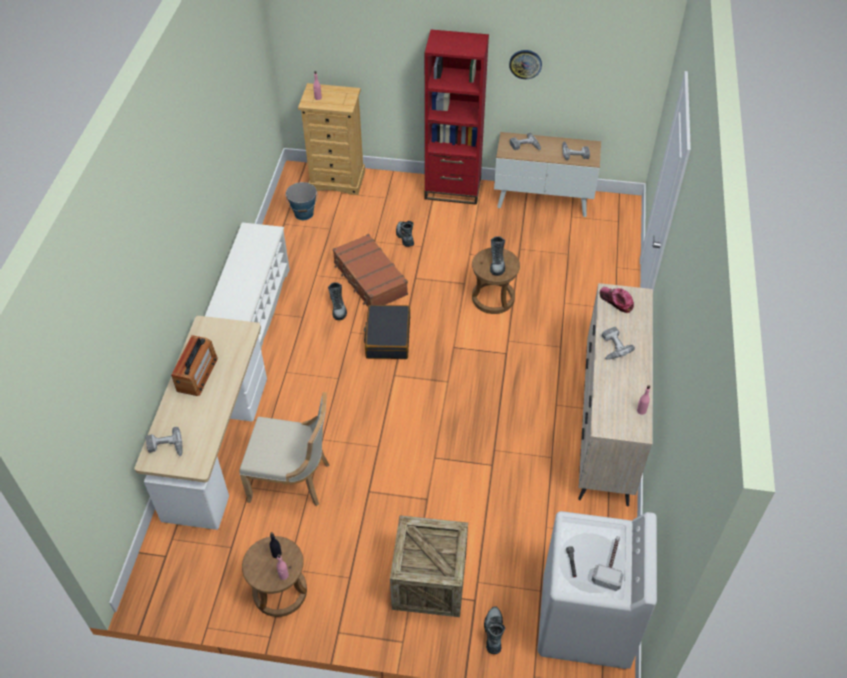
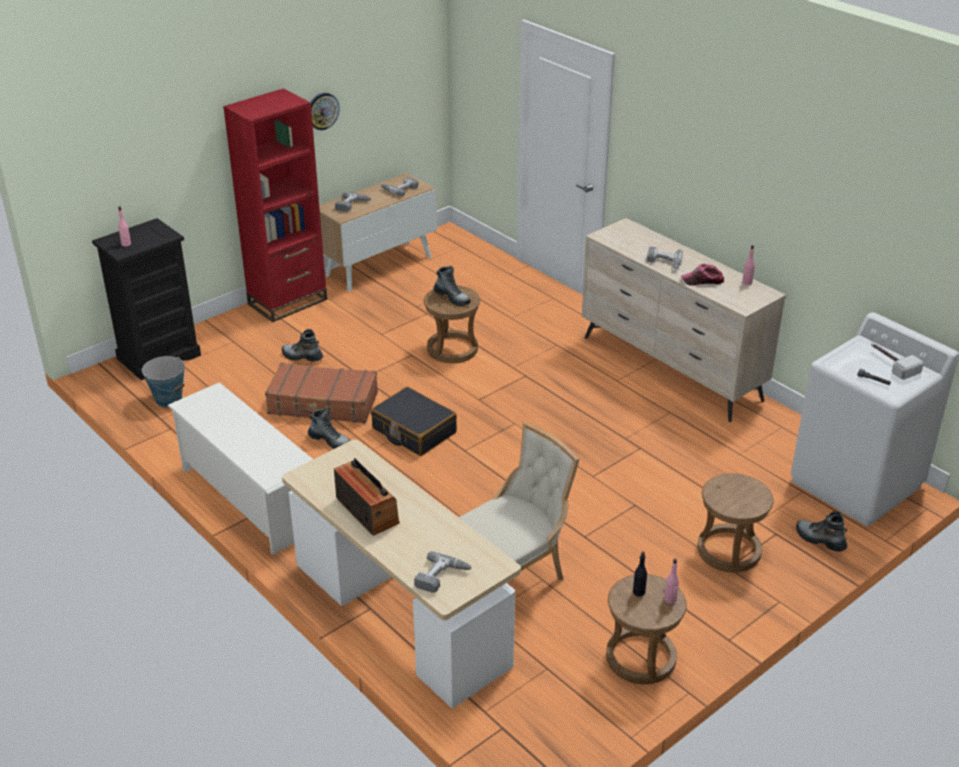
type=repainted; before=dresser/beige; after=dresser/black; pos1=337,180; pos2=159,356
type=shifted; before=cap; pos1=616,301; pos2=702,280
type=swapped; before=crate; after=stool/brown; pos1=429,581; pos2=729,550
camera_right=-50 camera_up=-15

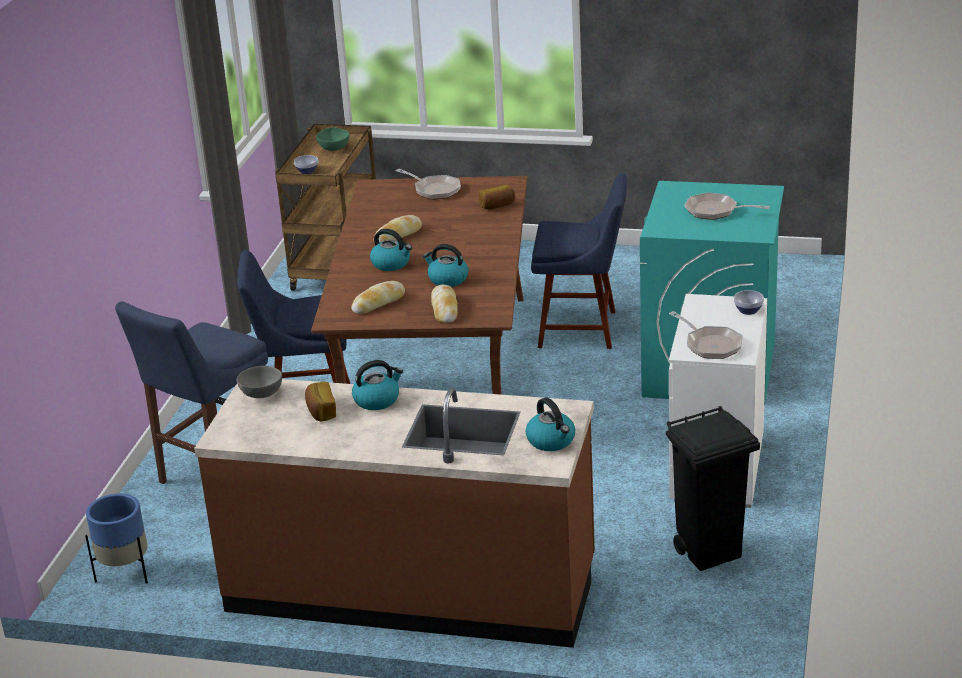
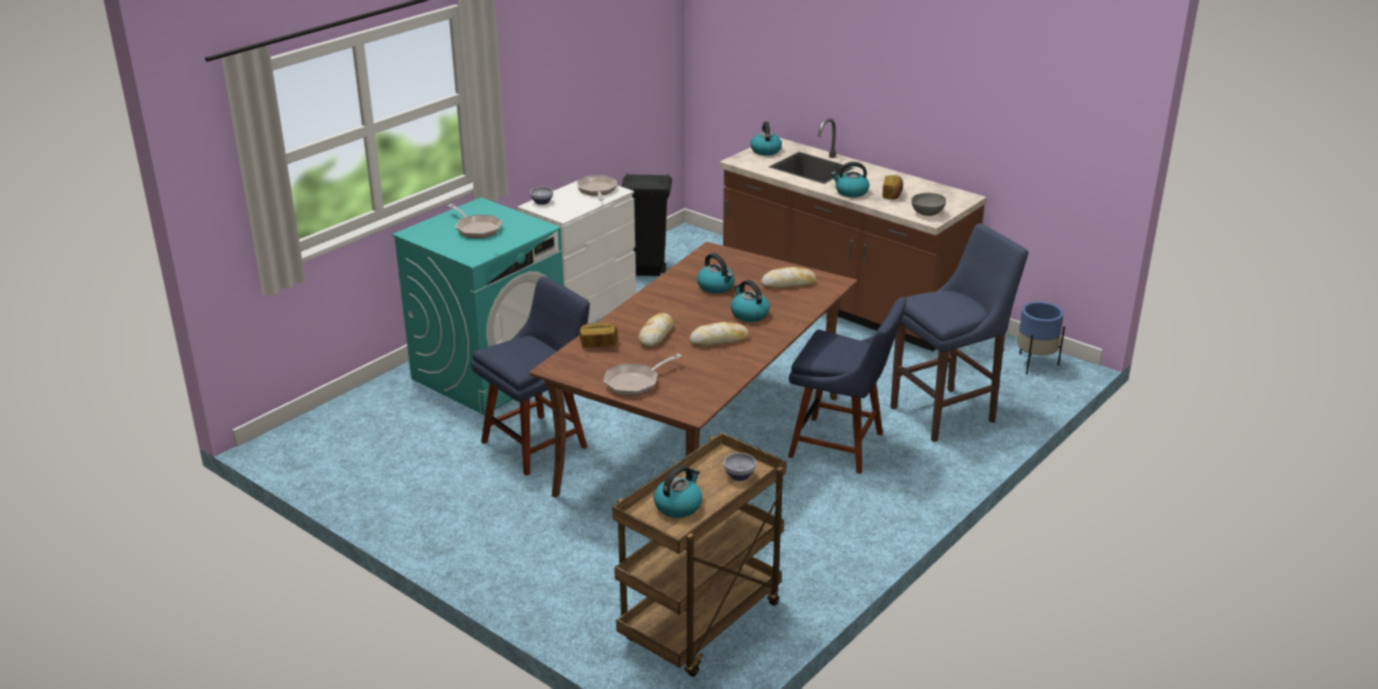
type=swapped; before=bowl/green; after=kettle; pos1=334,148; pos2=678,506
type=rotated; before=frying pan; pos1=434,190; pos2=635,382; turn=-105
type=rotated; before=chair/blue; pos1=582,329; pos2=538,442; turn=105
type=shifted; before=bread; pos1=444,309; pos2=656,335
camera_right=-155 camera_up=0

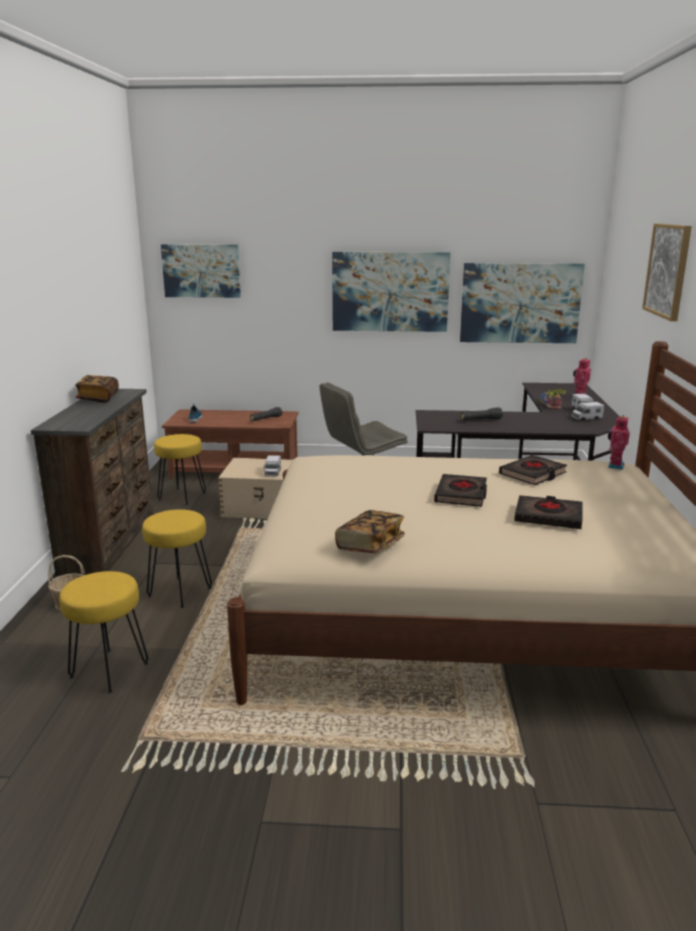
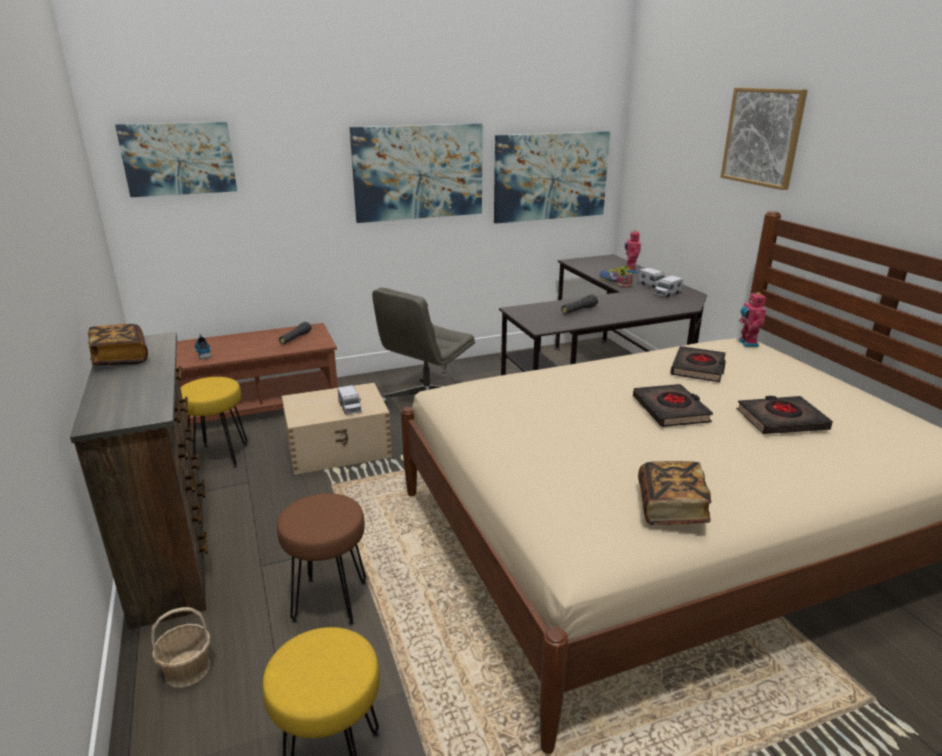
type=repainted; before=stool/yellow; after=stool/brown; pos1=180,591; pos2=329,600
camera_right=-25 camera_up=5

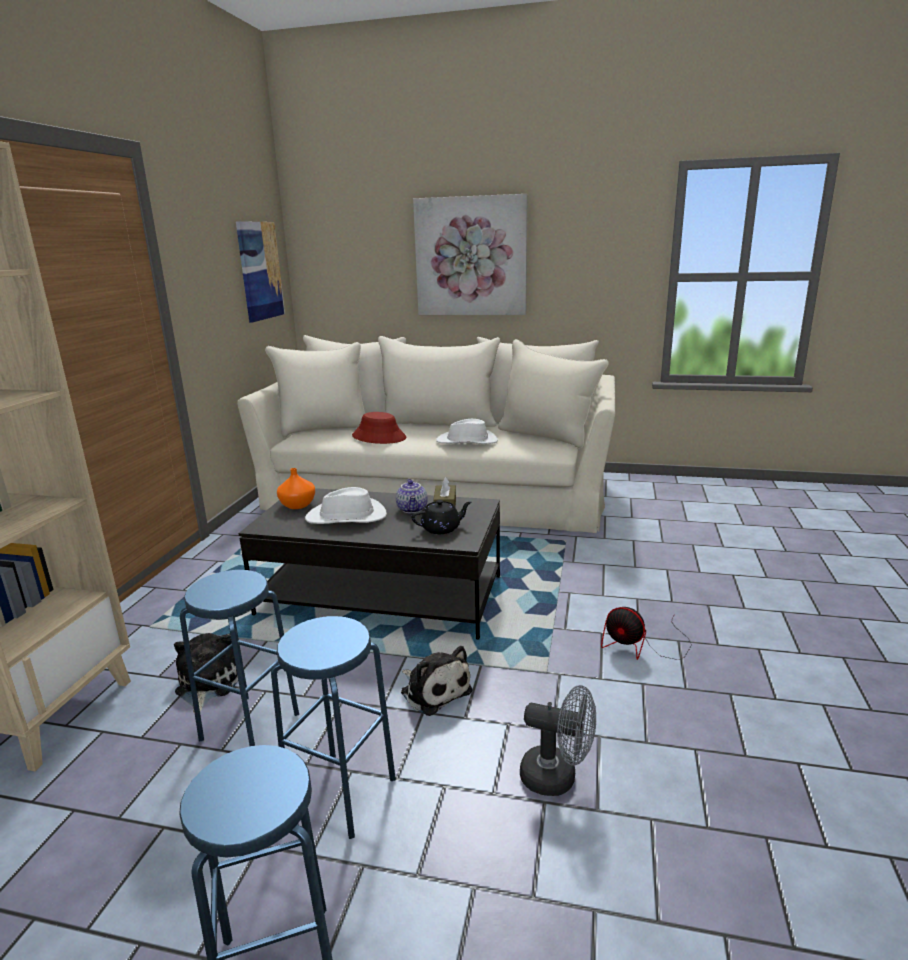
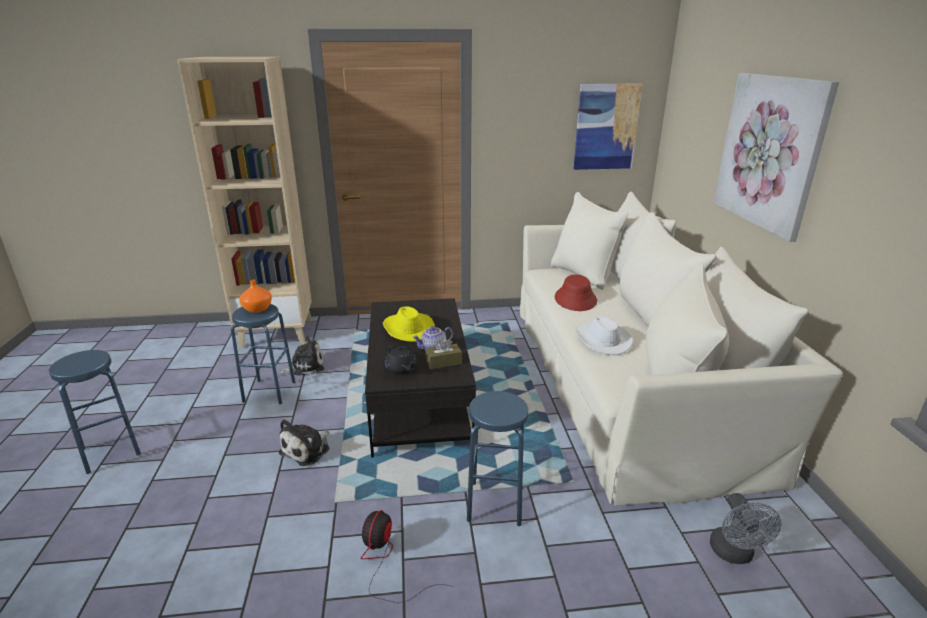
type=shifted; before=vase/orange; pos1=297,505; pos2=257,309
type=repainted; before=hat/white; after=hat/yellow; pos1=347,517; pos2=407,328
type=shifted; before=stool/blue; pos1=341,793; pos2=495,503
type=shifted; before=fan/grey; pos1=557,777; pos2=734,554
camera_right=70 camera_up=5

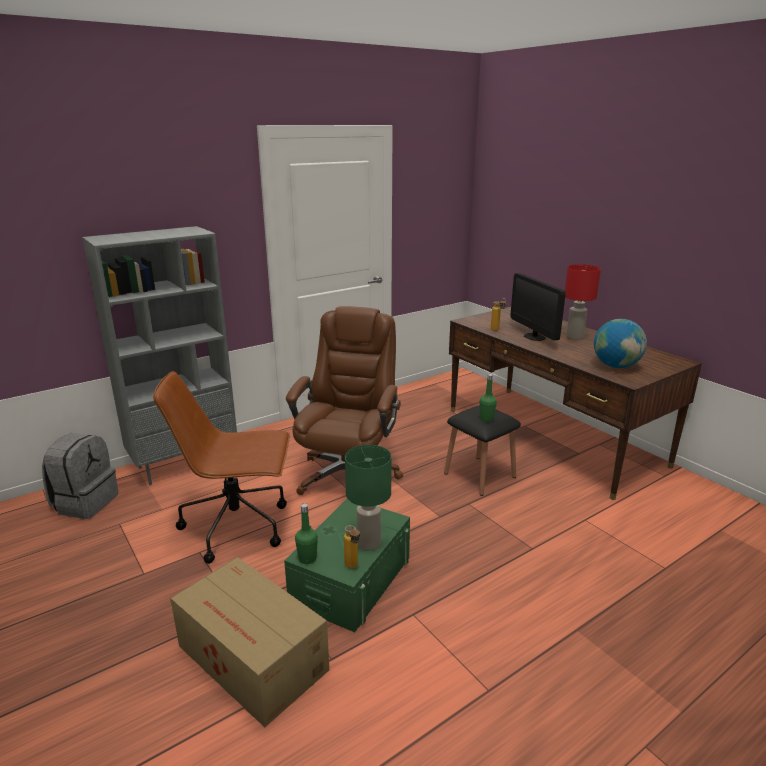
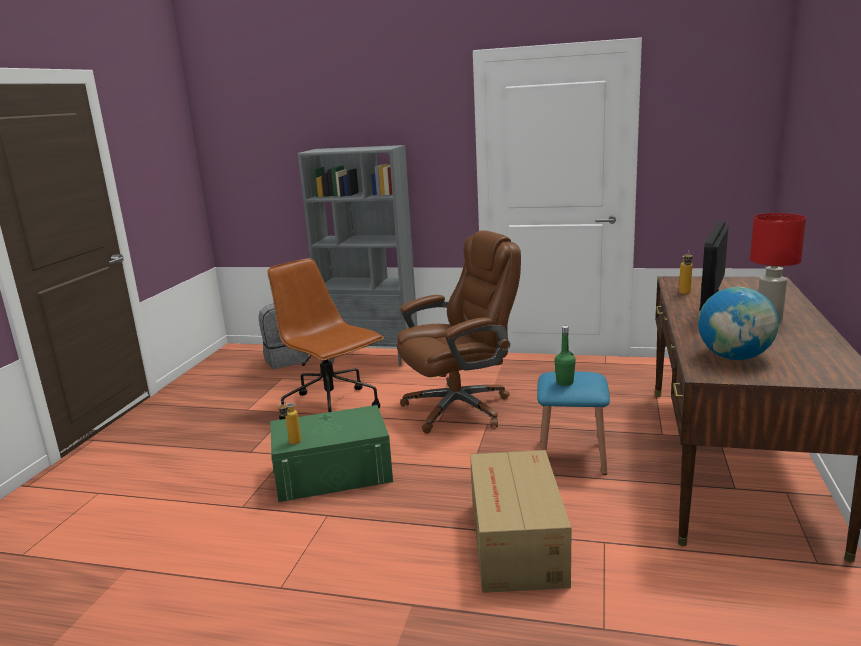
type=repainted; before=stool/black; after=stool/blue; pos1=479,475; pos2=572,456
type=gone; before=table lamp/green; pos1=369,543
type=gone; before=bottle/green; pos1=307,558
type=shifted; before=cardboard box; pos1=253,659; pos2=516,544
camera_right=50 camera_up=-5

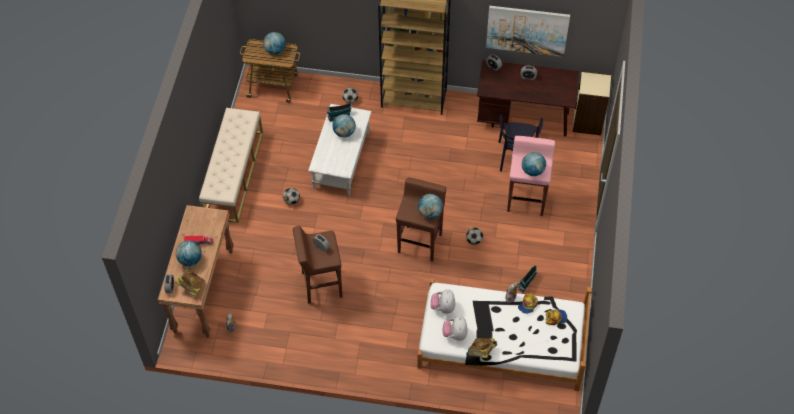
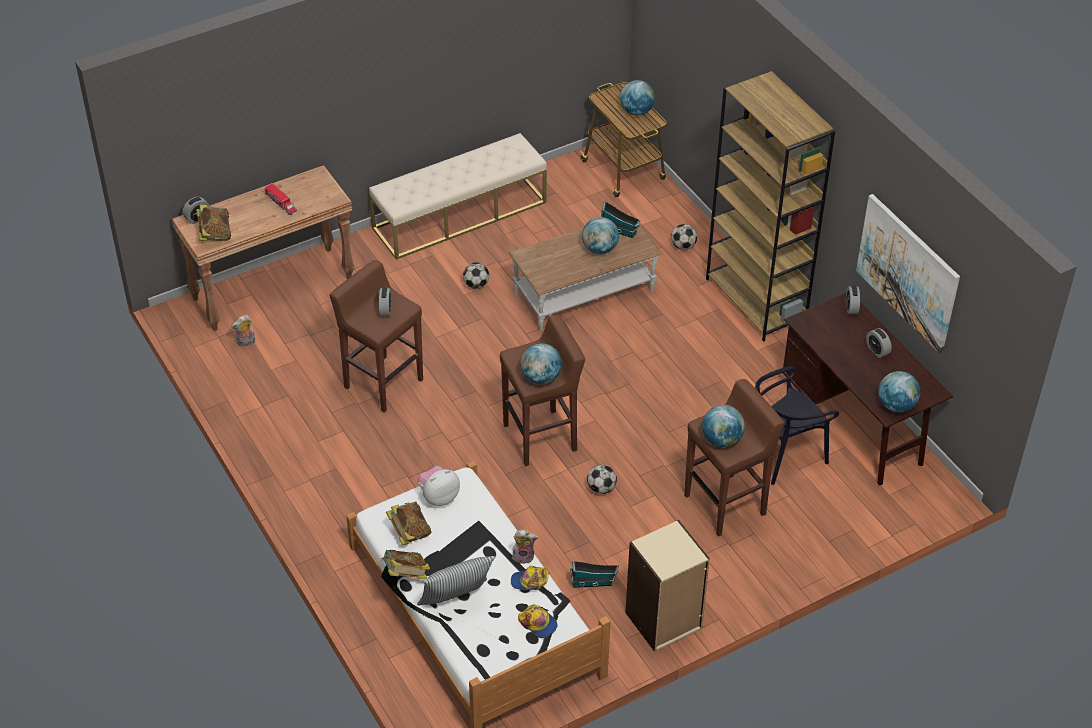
type=shifted; before=bookcase/beige; pos1=588,122; pos2=663,621
type=repainted; before=coffee table/white; after=coffee table/brown; pos1=341,160; pos2=584,292
type=repainted; before=stool/pink; after=stool/brown; pos1=526,199; pos2=726,504
type=shifted; before=globe; pos1=190,260; pos2=896,405
type=swapped; before=plush toy; after=book; pos1=455,334; pos2=409,532
type=new; after=pillow; pos2=456,602
camera_right=50 camera_up=-10

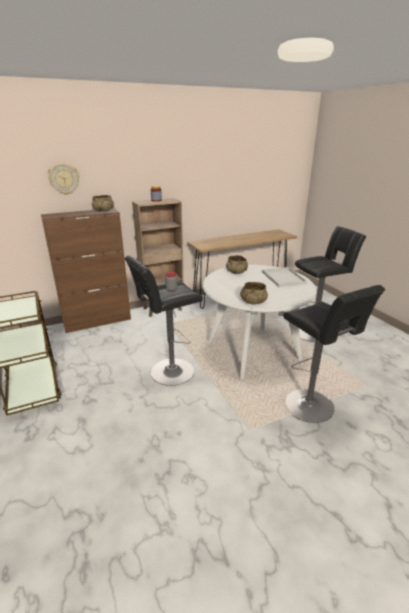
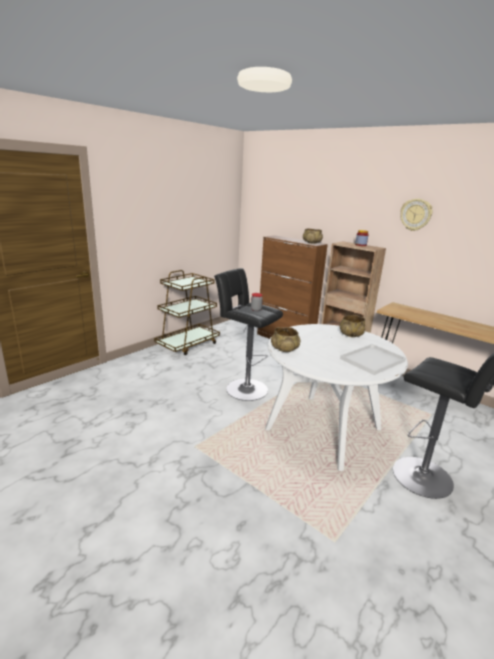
type=shifted; before=wall clock; pos1=64,179; pos2=415,214
type=gone; before=stool/black; pos1=311,407
camera_right=65 camera_up=-5

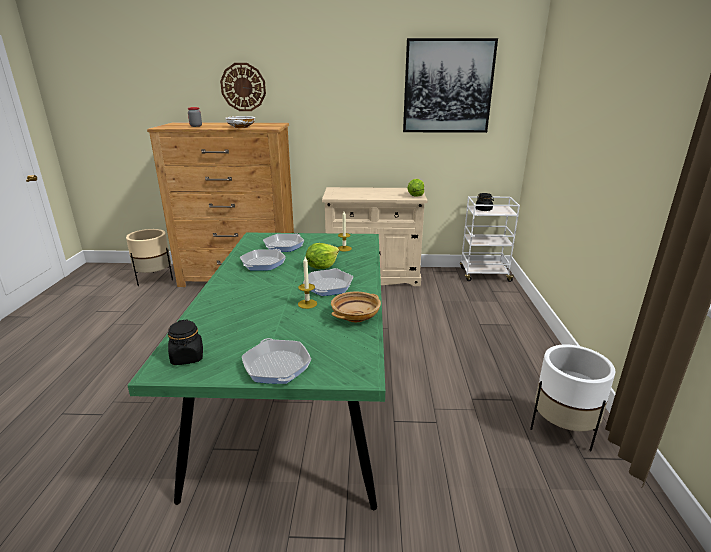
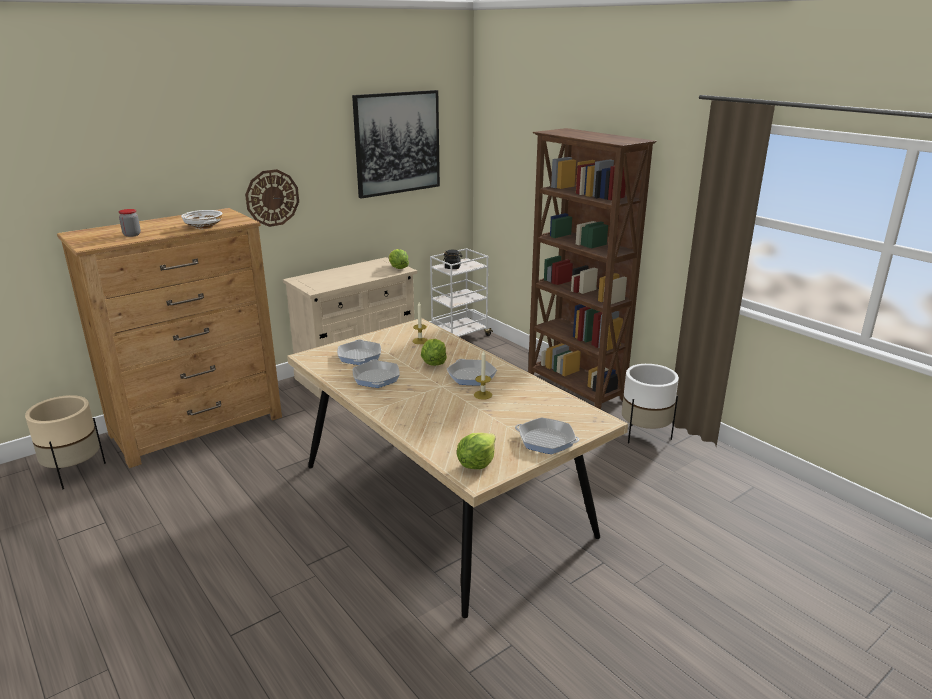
type=shifted; before=wall clock; pos1=243,87; pos2=272,198
type=repainted; before=dining table/green; after=dining table/beige; pos1=300,394; pos2=444,500
type=gone; before=bowl/beige; pos1=355,316
type=swapped; before=jar/black; after=lettuce; pos1=187,357; pos2=476,463
type=new; after=bookcase/brown; pos2=575,388
camera_right=-40 camera_up=0

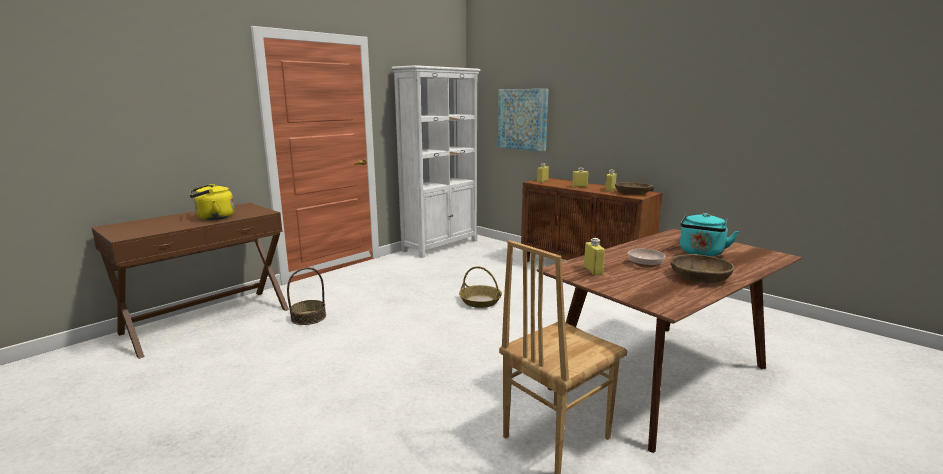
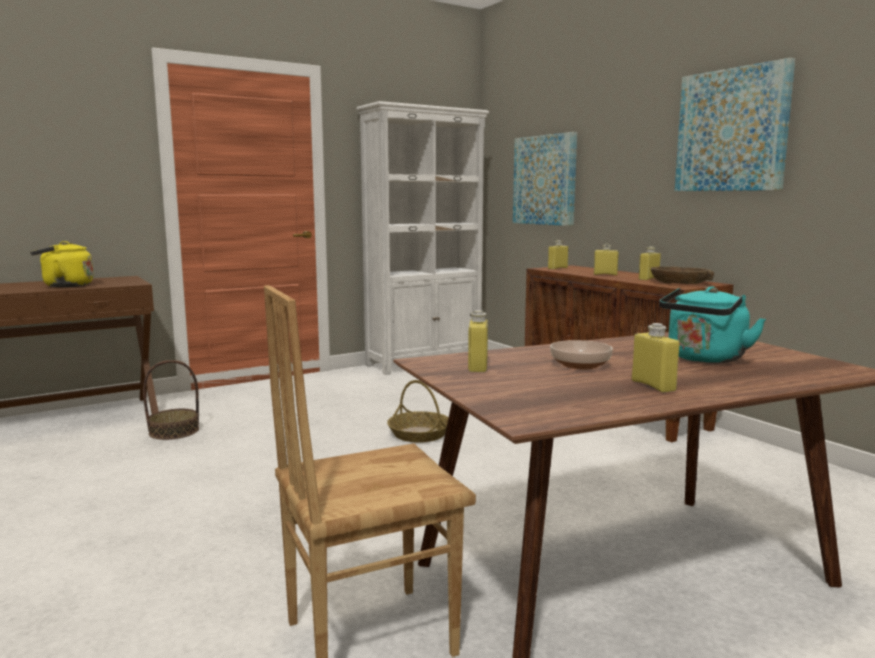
type=swapped; before=bowl/brown; after=bottle/yellow; pos1=699,276; pos2=653,385
type=new; after=picture; pos2=732,130
camera_right=15 camera_up=-5

